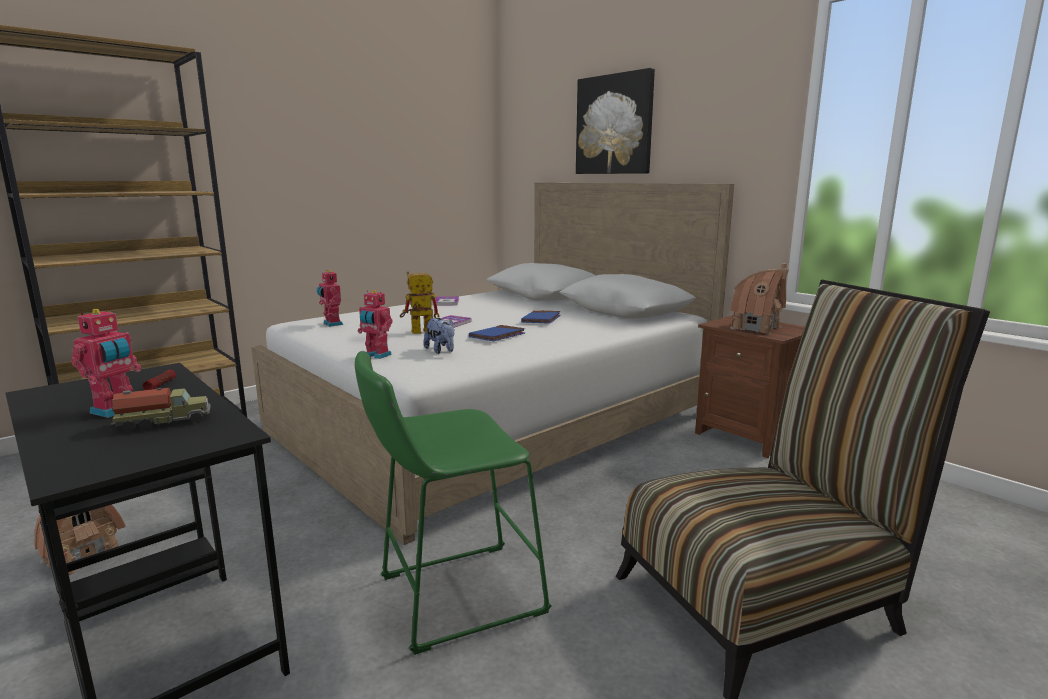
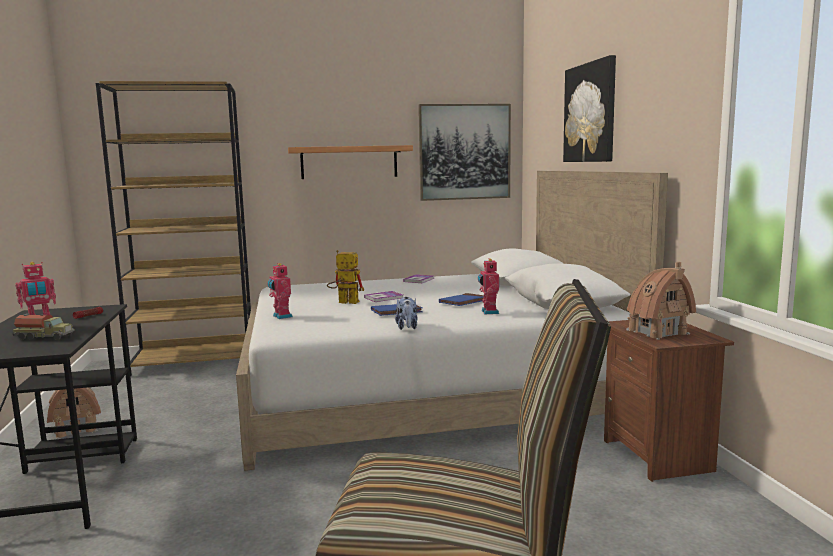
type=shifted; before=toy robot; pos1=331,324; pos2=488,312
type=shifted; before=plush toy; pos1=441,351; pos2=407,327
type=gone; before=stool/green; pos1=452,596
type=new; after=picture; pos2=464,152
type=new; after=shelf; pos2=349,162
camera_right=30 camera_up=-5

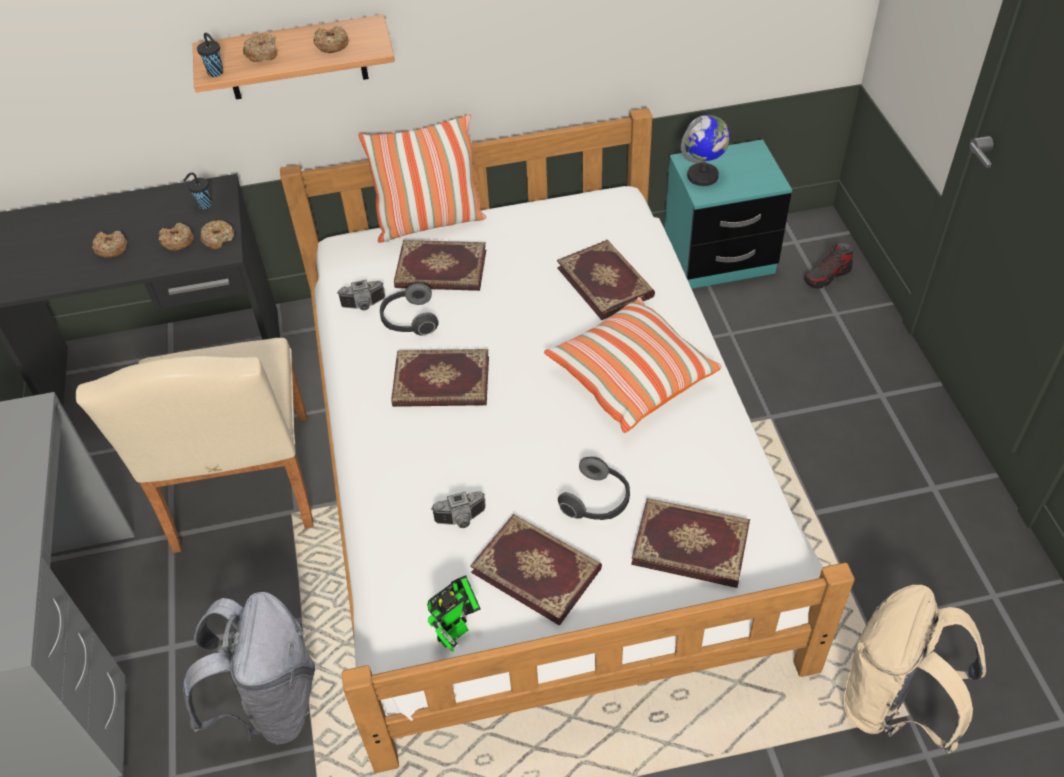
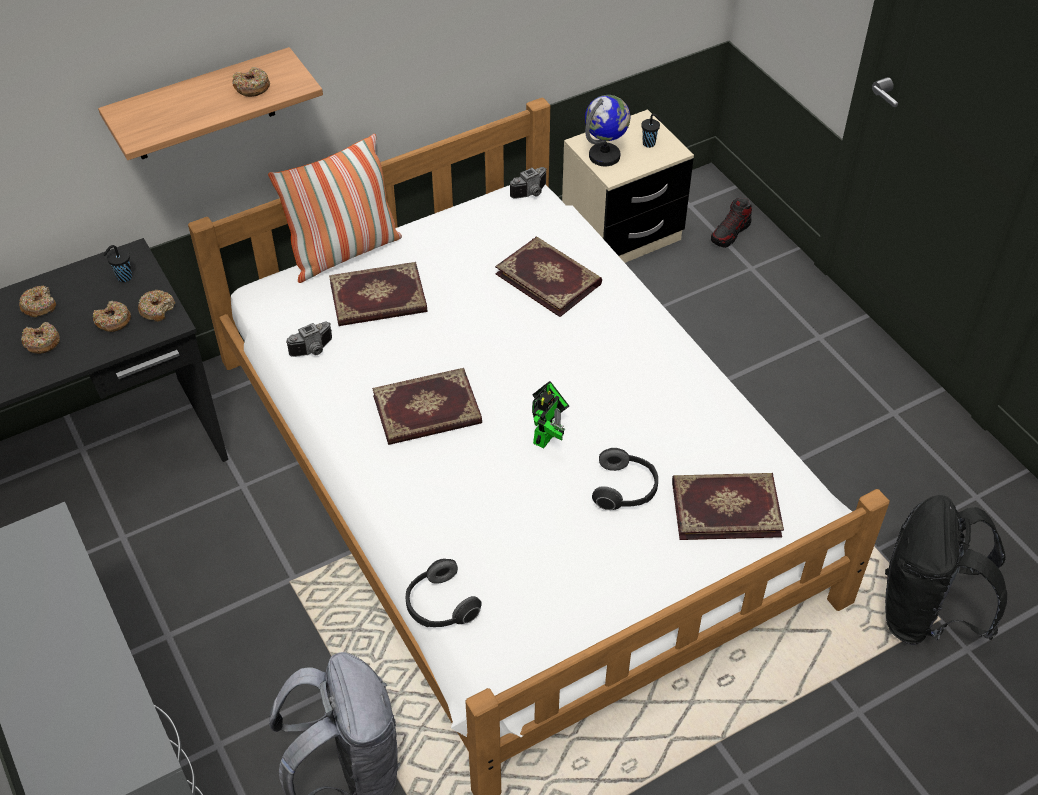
type=shifted; before=cup/black; pos1=216,73; pos2=649,144
type=shifted; before=donut; pos1=262,53; pos2=39,306
type=repainted; before=nightstand/turquoise; after=nightstand/beige; pos1=718,257; pos2=621,234
type=shifted; before=headphones; pos1=409,320; pos2=440,606
type=gone; before=pillow; pos1=630,377
type=gone; before=chair/beige; pos1=242,491
type=shifted; before=photo camera; pos1=462,520; pos2=531,193
type=gone; before=book; pos1=537,569
type=shifted; before=toy robot; pos1=457,630; pos2=547,434
type=repainted; before=backpack/beige; after=backpack/black; pos1=893,705; pos2=924,614
camera_right=-20 camera_up=0

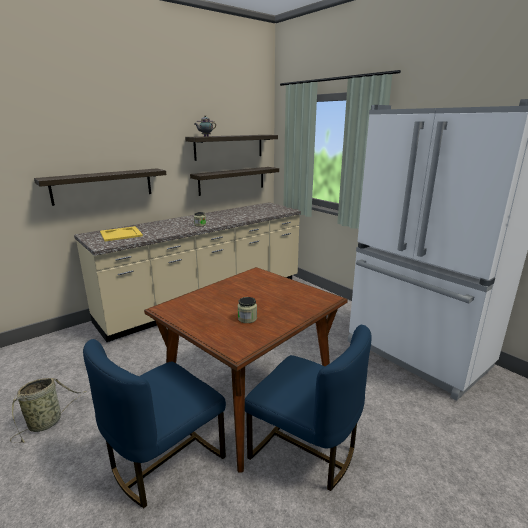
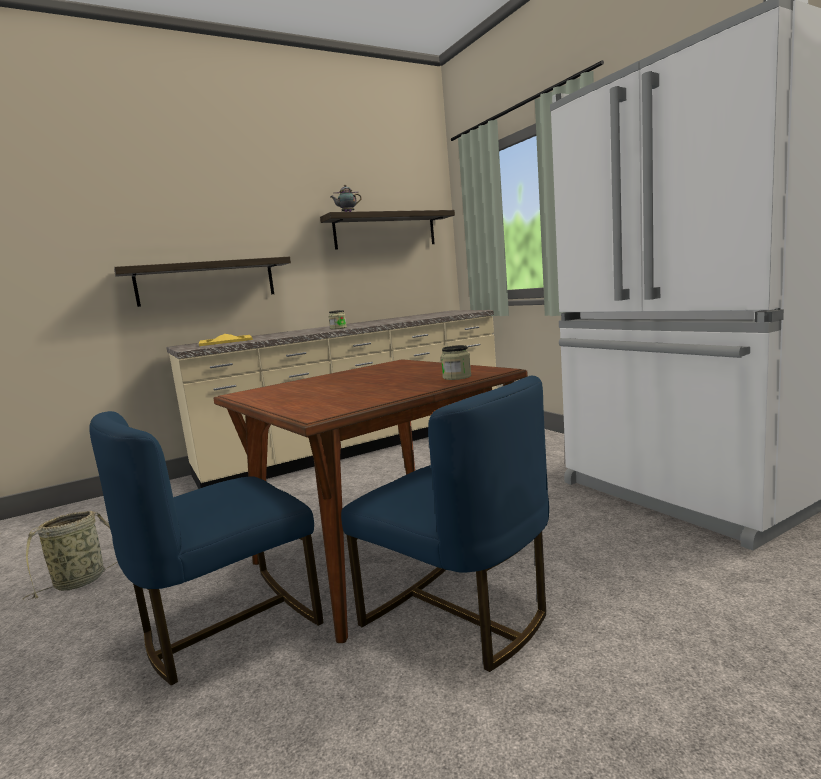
type=gone; before=shelf; pos1=232,180
type=shifted; before=jar; pos1=247,318; pos2=457,377
camera_right=10 camera_up=-10

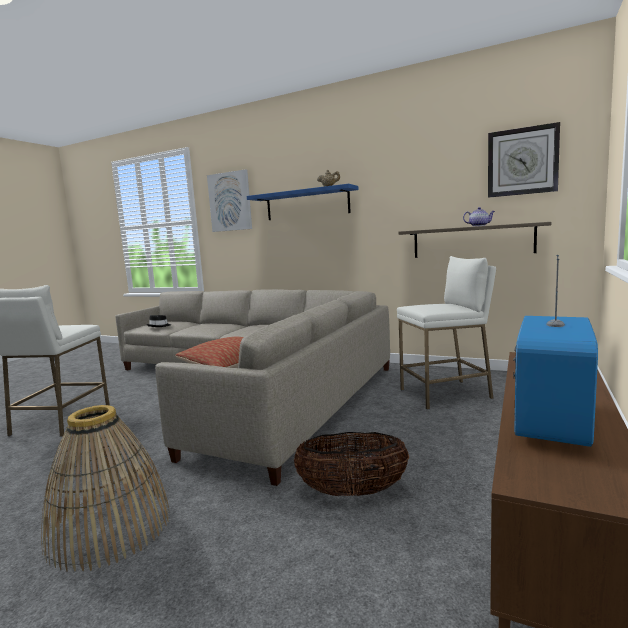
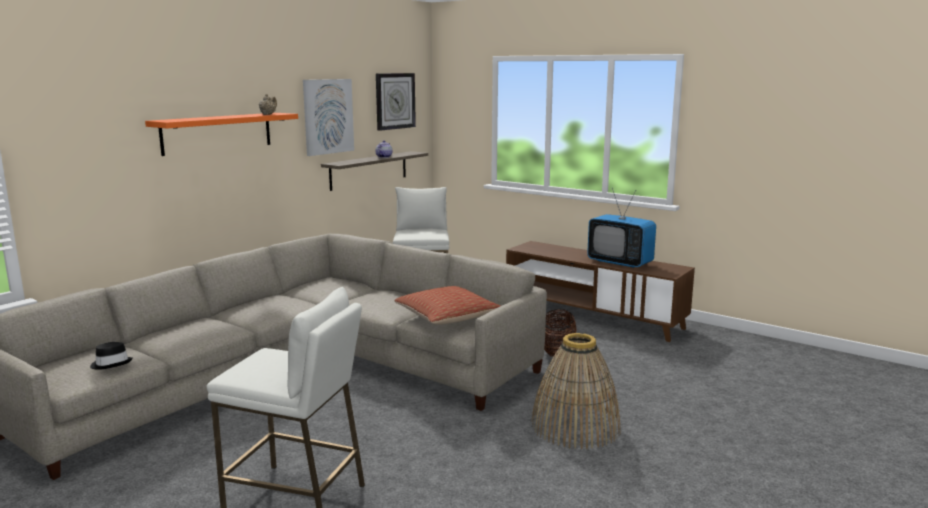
type=shifted; before=picture; pos1=230,201; pos2=328,116
type=repainted; before=shelf/blue; after=shelf/orange; pos1=307,204; pos2=217,133
camera_right=-80 camera_up=5

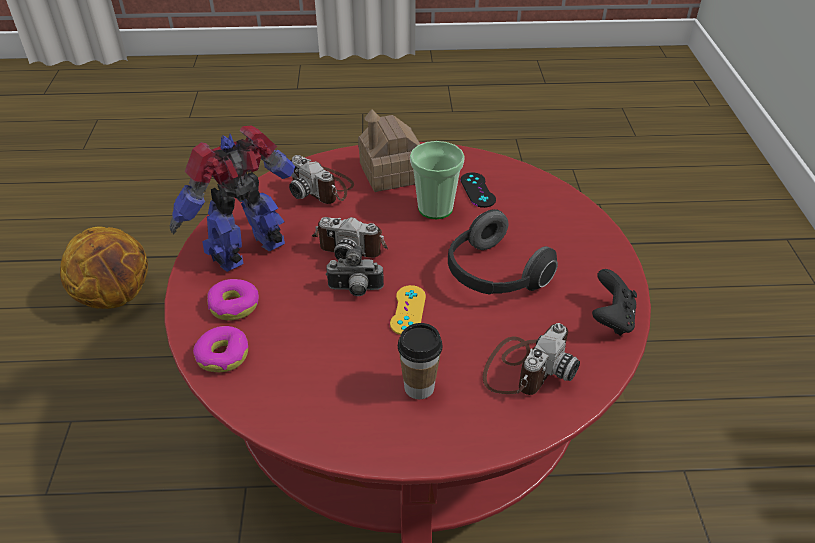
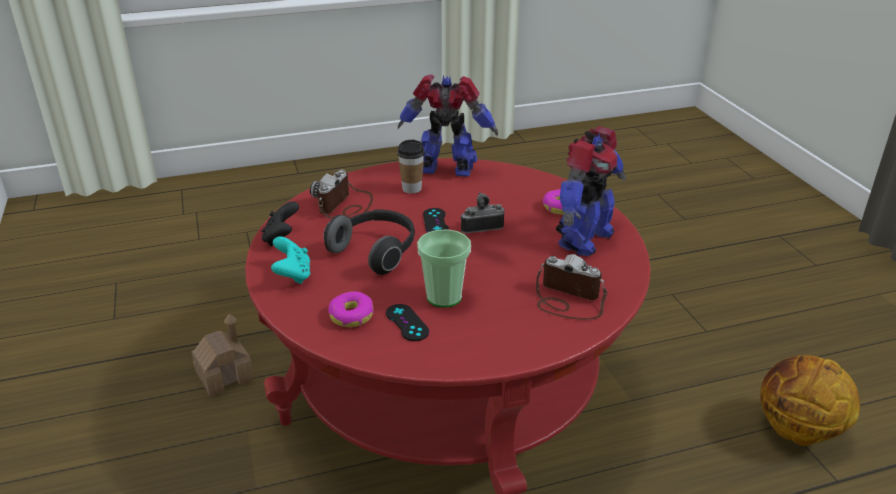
type=shifted; before=toy house; pos1=391,172; pos2=224,375
type=gone; before=photo camera; pos1=351,243
type=repainted; before=game controller/yellow; after=game controller/black; pos1=408,310; pos2=435,222
type=shifted; before=donut; pos1=223,355; pos2=351,316
type=new; after=toy robot; pos2=447,170
type=new; after=game controller/turquoise; pos2=293,275
camera_right=165 camera_up=-10

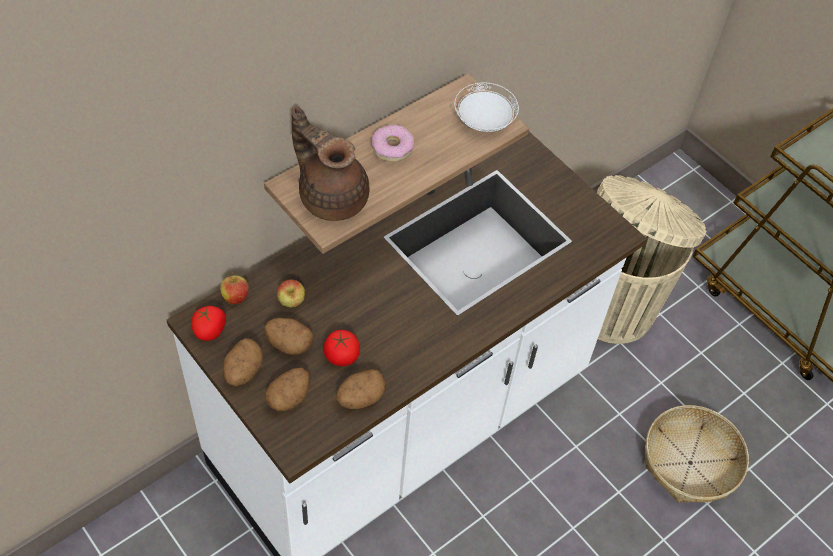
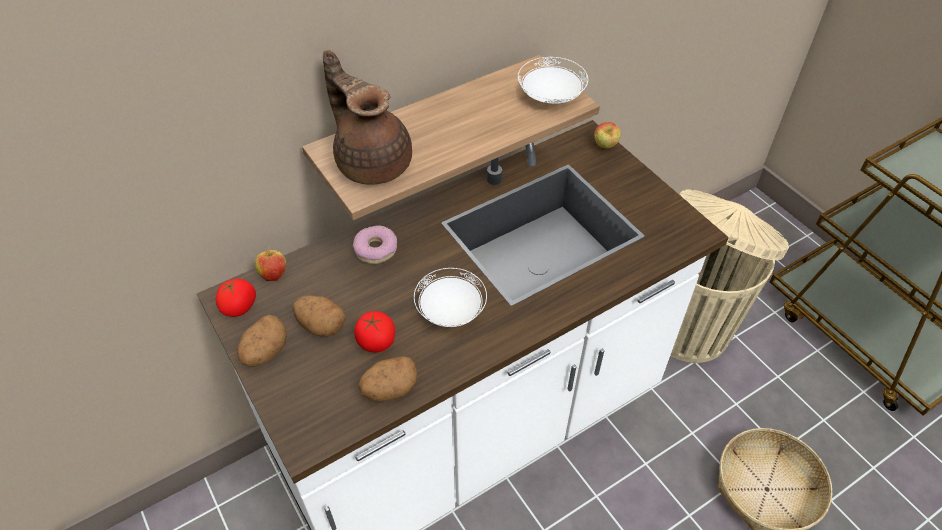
type=shifted; before=donut; pos1=392,148; pos2=375,249
type=shifted; before=apple; pos1=291,302; pos2=605,146
type=gone; before=potato; pos1=289,397
type=new; after=plate/white; pos2=450,310
camera_right=10 camera_up=-5

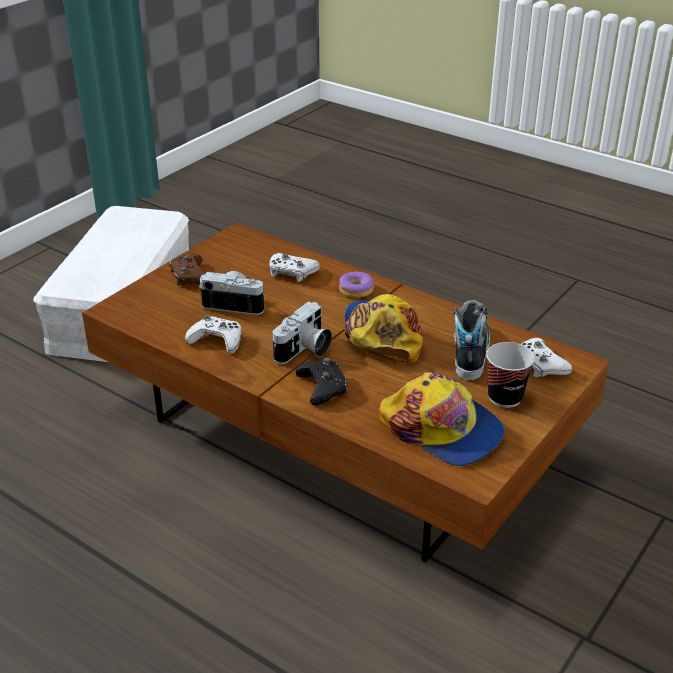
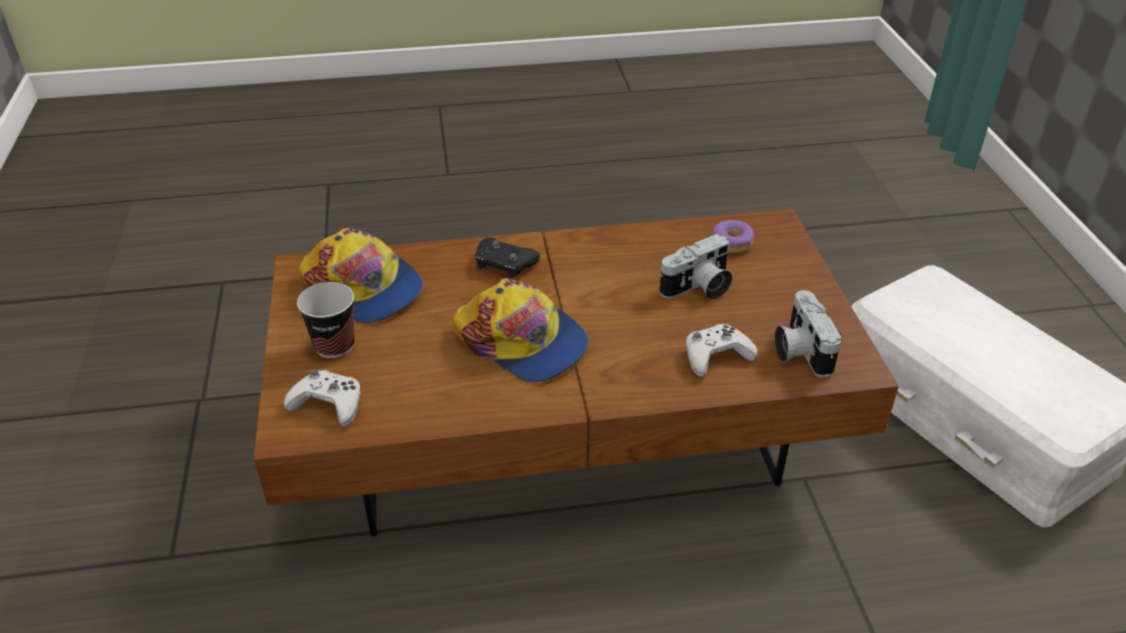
type=gone; before=game controller/brown; pos1=190,276
type=shifted; before=donut; pos1=356,290; pos2=732,243
type=gone; before=shoe; pos1=469,350
type=shifted; before=photo camera; pos1=304,350; pos2=799,350
type=gone; before=game controller/white; pos1=217,340
type=rotated; before=cap; pos1=442,429; pos2=364,287; turn=-135
camera_right=135 camera_up=5

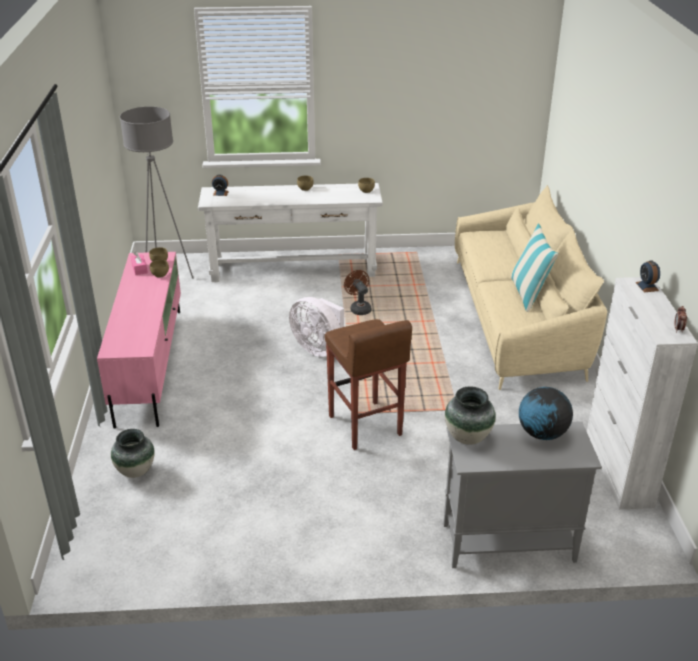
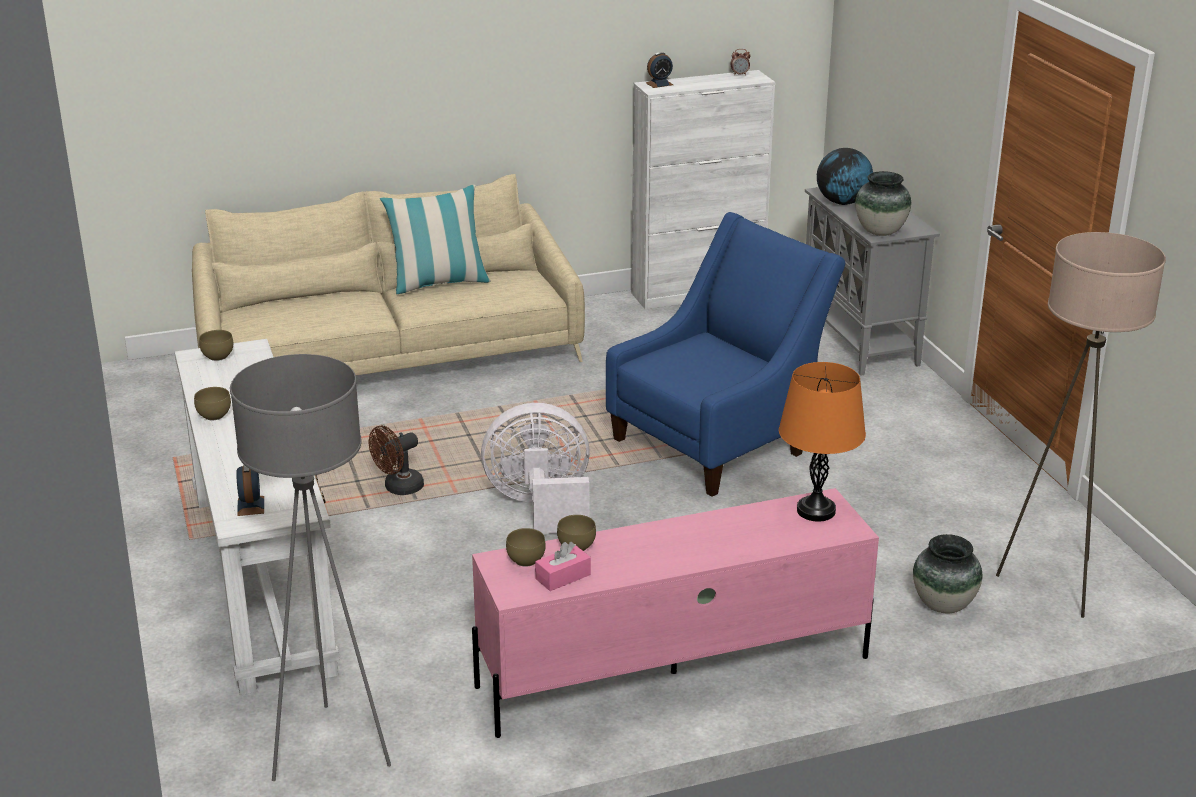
type=rotated; before=fan/white; pos1=319,348; pos2=541,506; turn=-120
type=swapped; before=stool/brown; after=armchair/blue; pos1=364,426; pos2=718,442
type=new; after=floor lamp/beige; pos2=1056,583
type=new; after=table lamp/orange; pos2=816,511
camera_right=-105 camera_up=-5

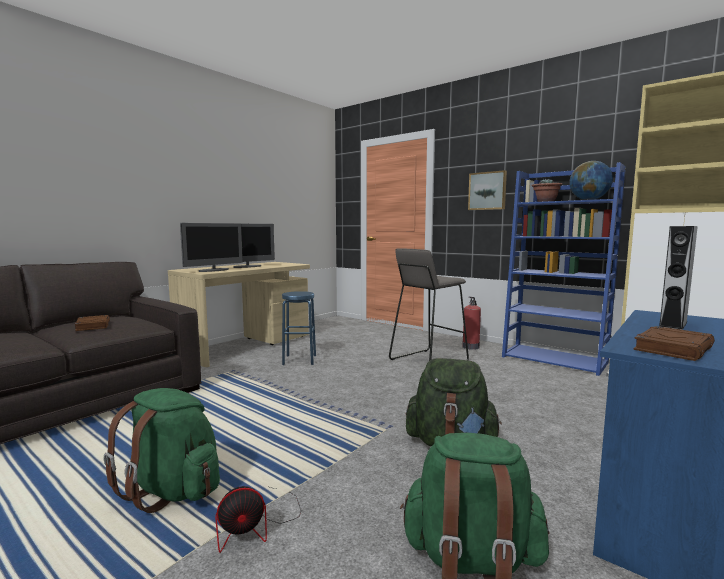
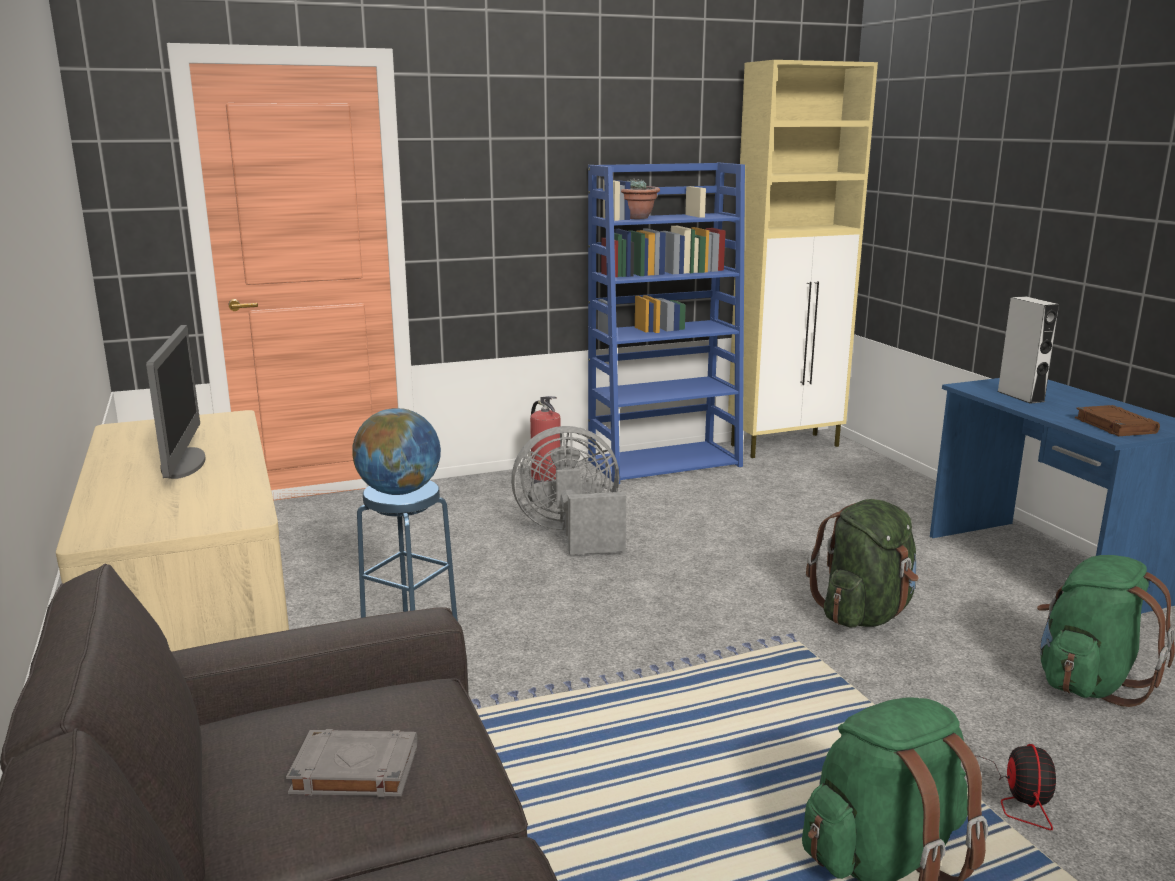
type=shifted; before=globe; pos1=589,200; pos2=399,492
type=gone; before=picture; pos1=487,191
type=gone; before=monitor; pos1=214,270
type=swapped; before=stool/grey; after=fan/grey; pos1=428,361; pos2=571,534
type=repainted; before=book/brown; after=book/grey; pos1=93,326; pos2=353,770
camera_right=-60 camera_up=10

